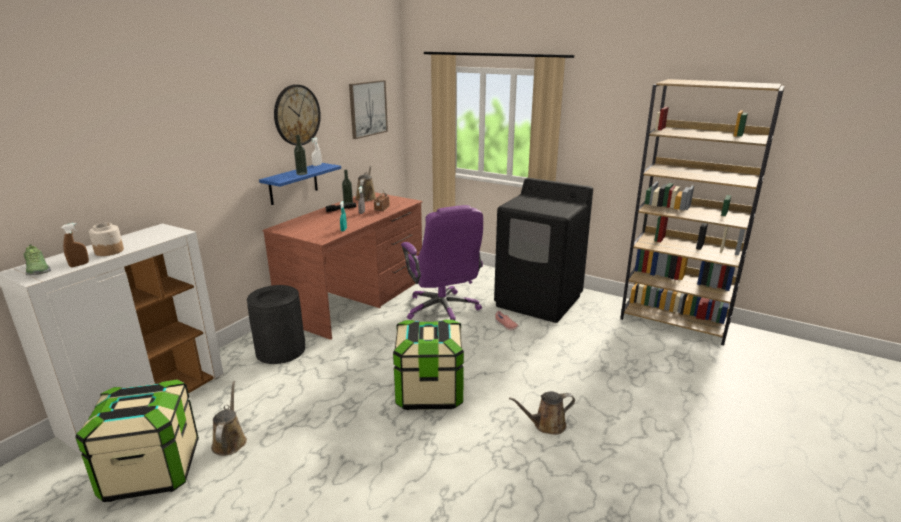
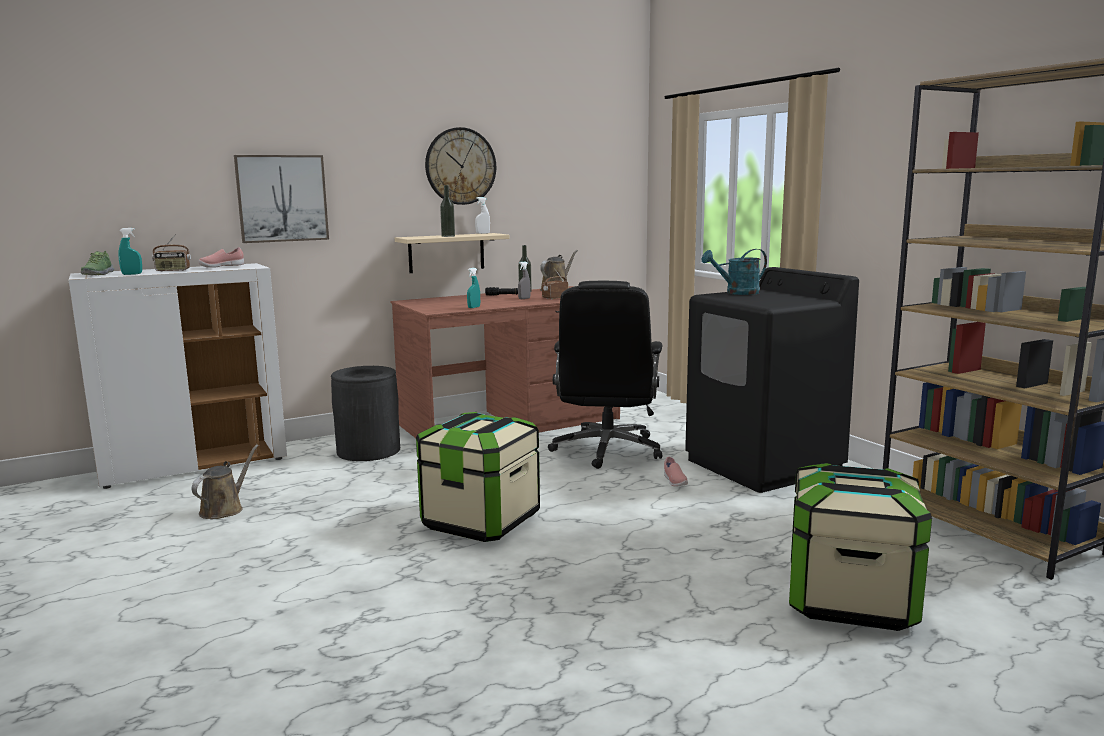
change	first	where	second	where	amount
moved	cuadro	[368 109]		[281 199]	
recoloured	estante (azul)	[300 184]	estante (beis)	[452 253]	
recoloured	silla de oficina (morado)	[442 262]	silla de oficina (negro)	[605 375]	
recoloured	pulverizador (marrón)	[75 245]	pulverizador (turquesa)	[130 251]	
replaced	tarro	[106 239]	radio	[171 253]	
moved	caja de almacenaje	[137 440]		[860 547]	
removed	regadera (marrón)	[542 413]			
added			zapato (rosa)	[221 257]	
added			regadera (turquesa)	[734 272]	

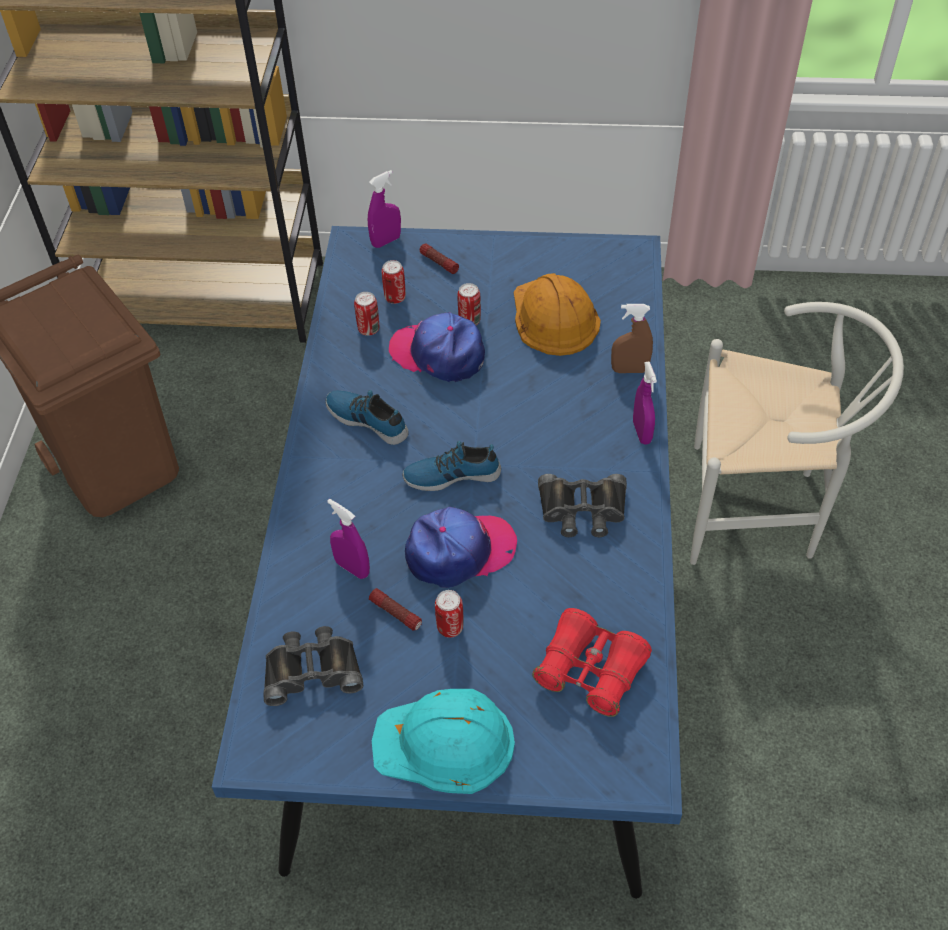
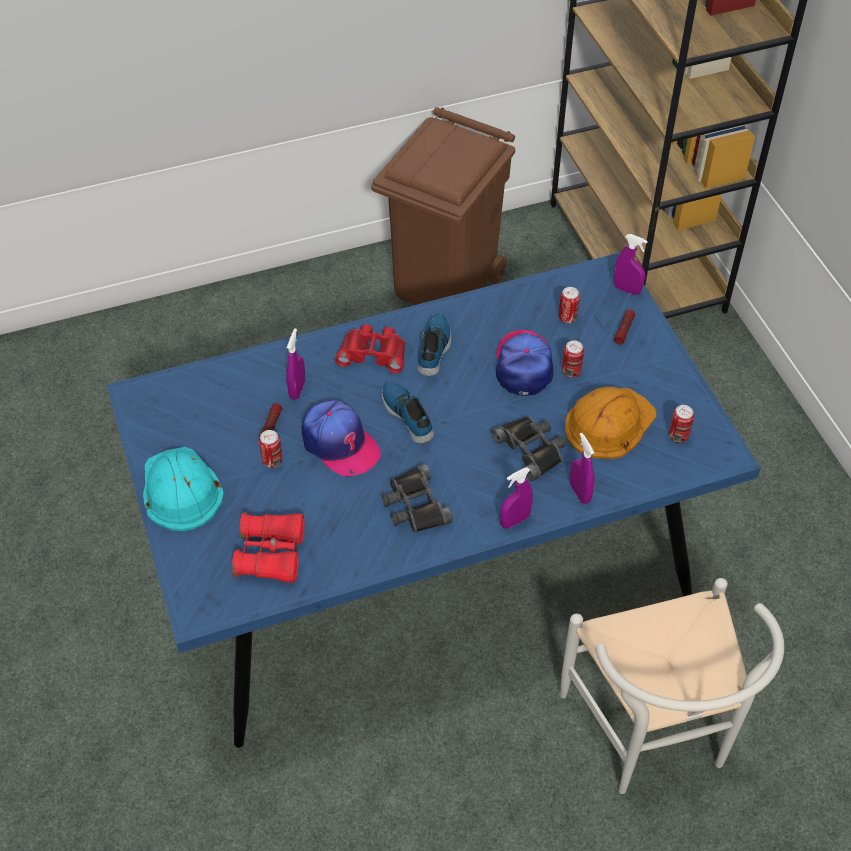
change	first	where	second	where	amount
moved	lata	[366 314]		[681 424]	
recoloured	pulverizador (marrón)	[632 338]	pulverizador (morado)	[582 468]	
moved	prismáticos (negro)	[313 666]		[528 448]	
added			prismáticos (rojo)	[370 349]	

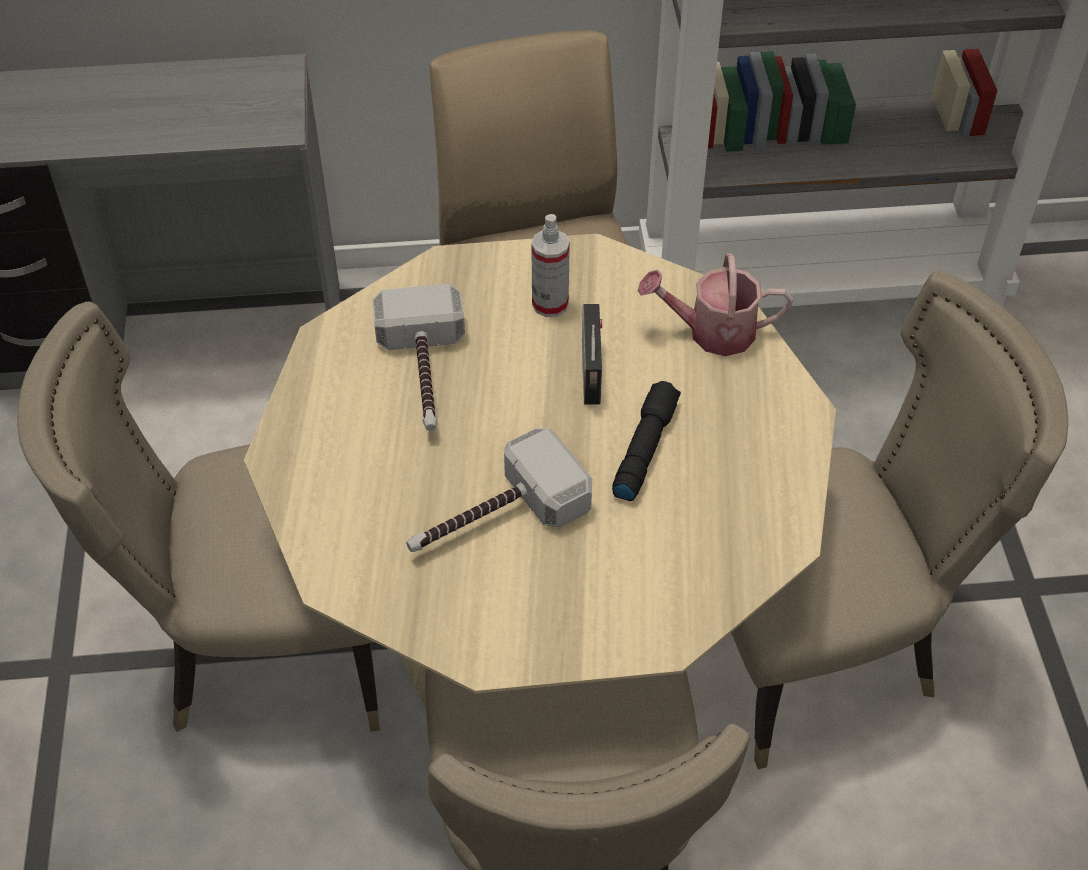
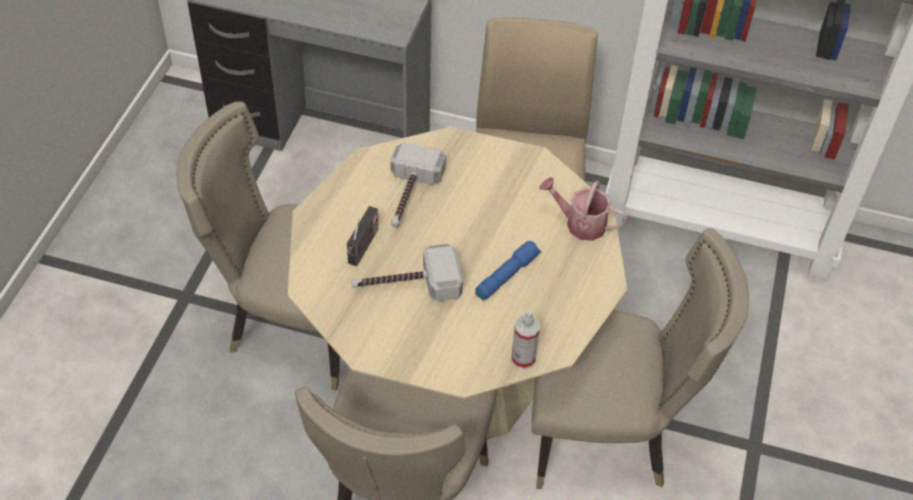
change	first	where	second	where	amount
moved	pulverizador	[550 265]		[525 339]	
moved	radio	[592 354]		[363 236]	
recoloured	linterna (negro)	[646 441]	linterna (azul)	[508 271]	

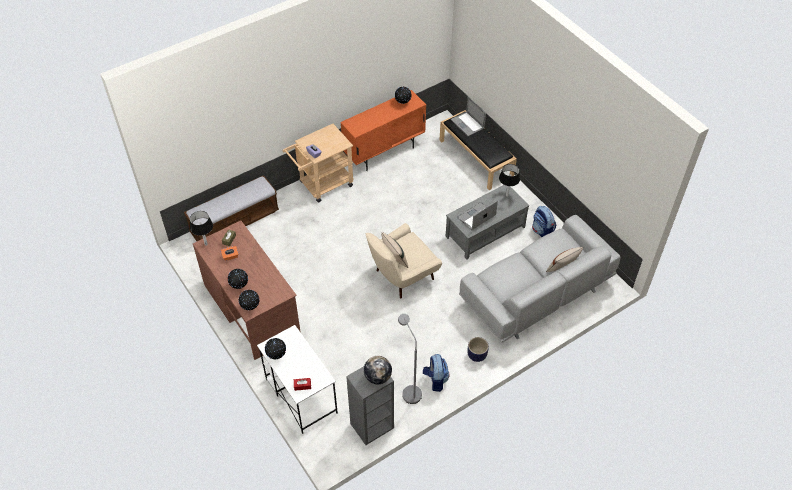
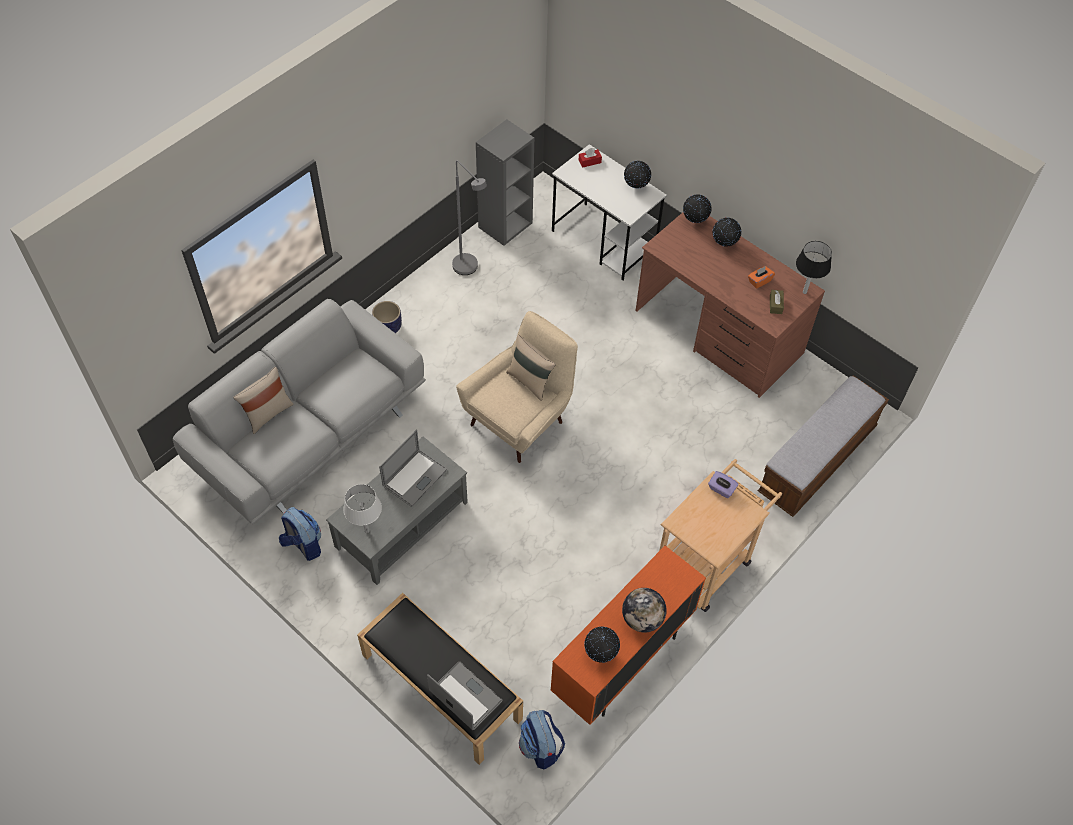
change	first	where	second	where	amount
recoloured	lámpara de mesa (negro)	[509 180]	lámpara de mesa (blanco)	[362 508]	
moved	mochila	[436 373]		[542 739]	
moved	globo terráqueo	[378 370]		[644 610]	

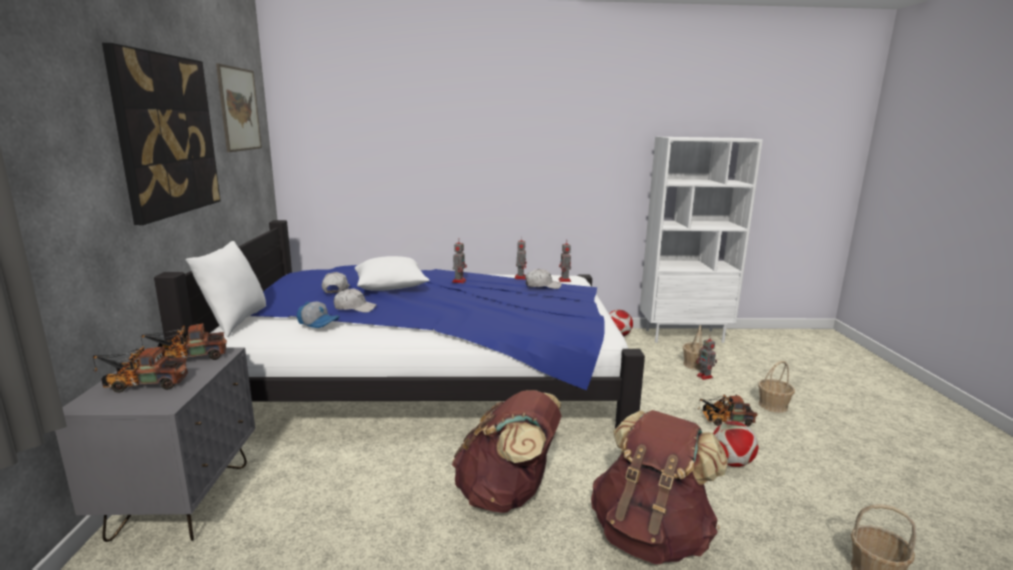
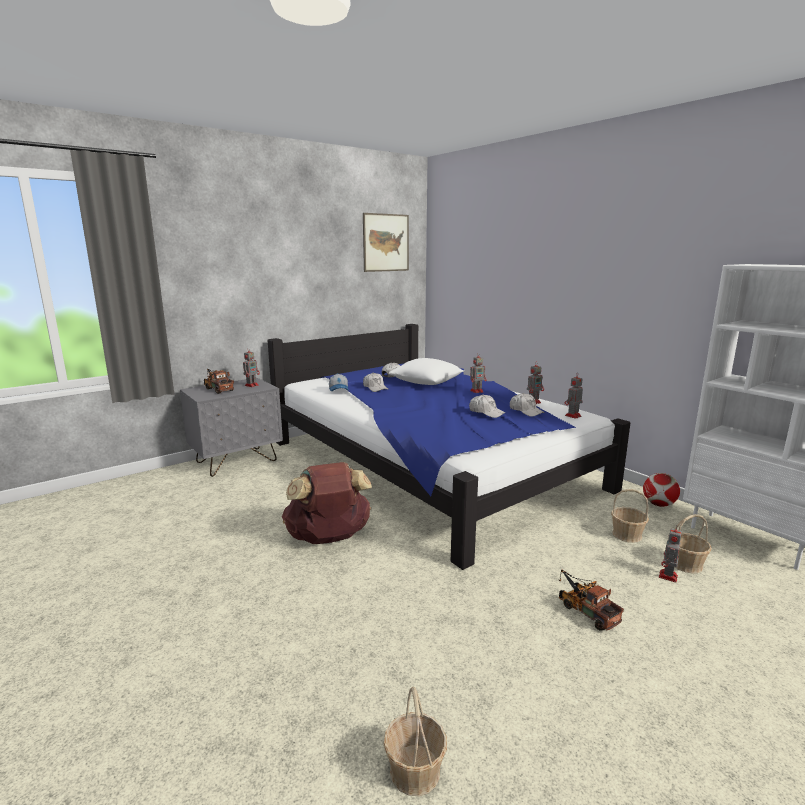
change	first	where	second	where	amount
removed	cuadro	[161 134]			
removed	cojín (blanco)	[226 289]			
replaced	camión de juguete	[184 341]	robot de juguete	[251 368]	
moved	cesta	[776 387]		[630 516]	
removed	mochila (marrón)	[659 487]			
removed	balón de fútbol	[735 444]			
added			gorra (blanco)	[487 406]	

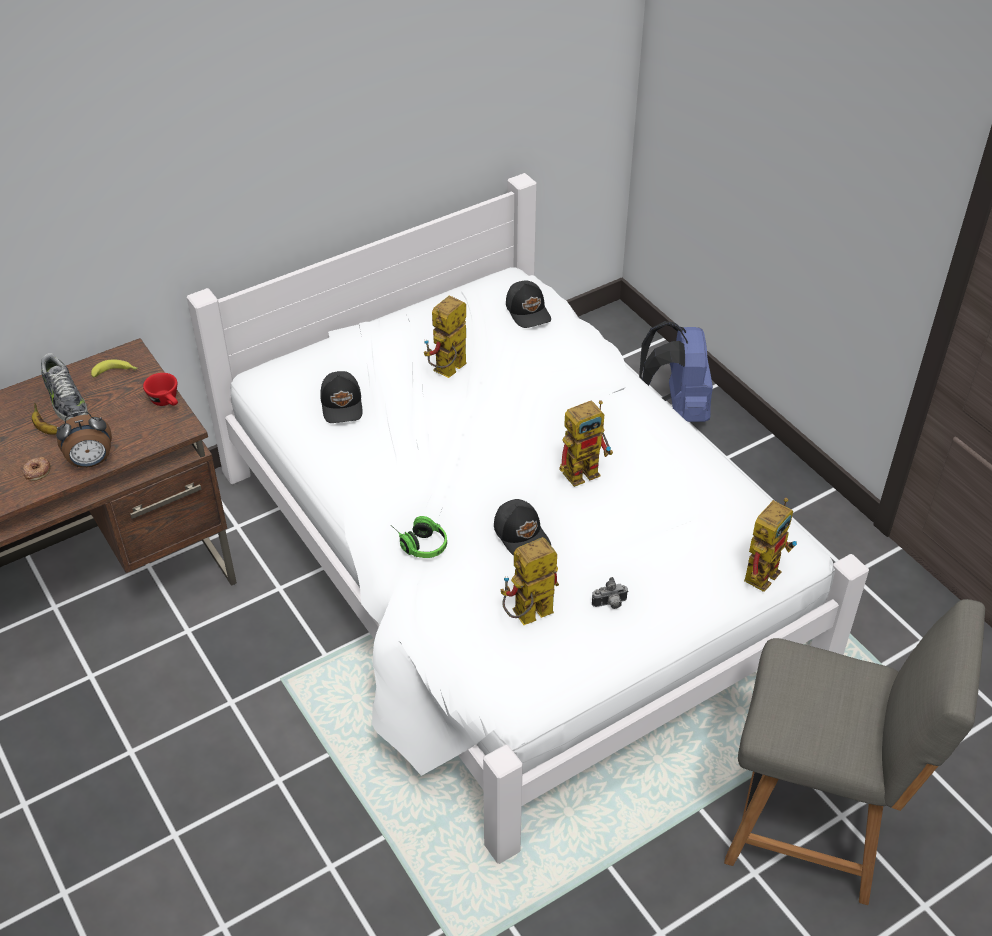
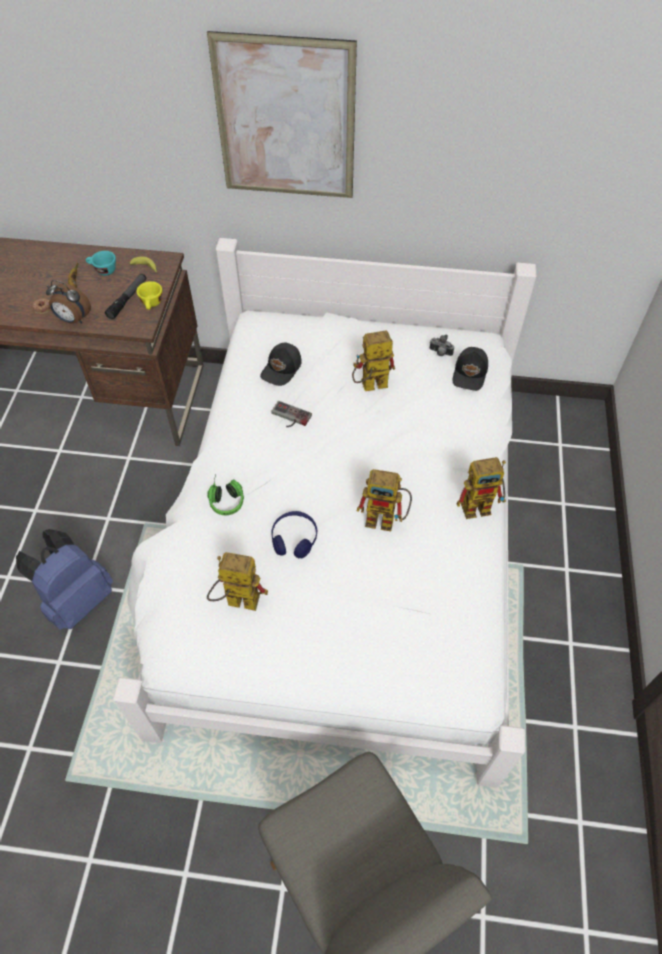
change	first	where	second	where	amount
moved	mochila (azul)	[676 371]		[64 579]	
replaced	zapato	[64 387]	taza (turquesa)	[101 263]	
recoloured	taza (rojo)	[160 389]	taza (amarillo)	[149 295]	
moved	robot de juguete	[770 545]		[481 488]	
replaced	gorra (negro)	[522 527]	auriculares (azul)	[294 534]	
moved	cámara	[610 593]		[442 345]	
added			cuadro	[282 114]	
added			linterna	[125 296]	
added			mando de consola	[291 414]	

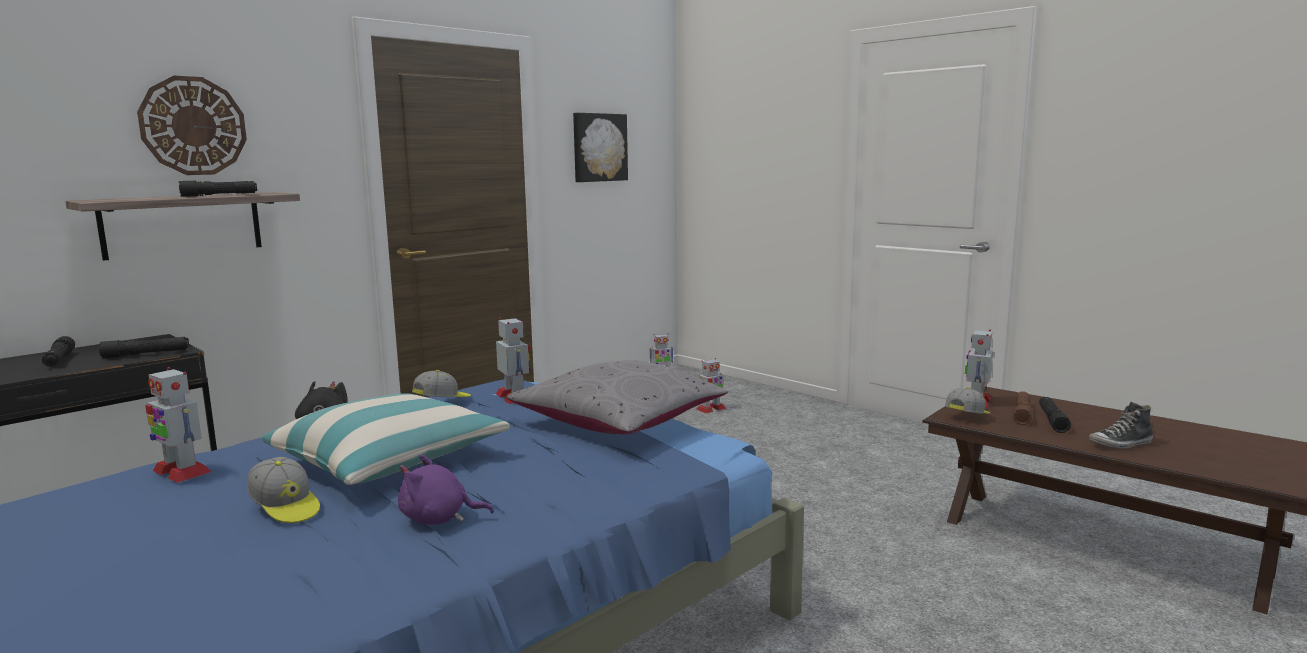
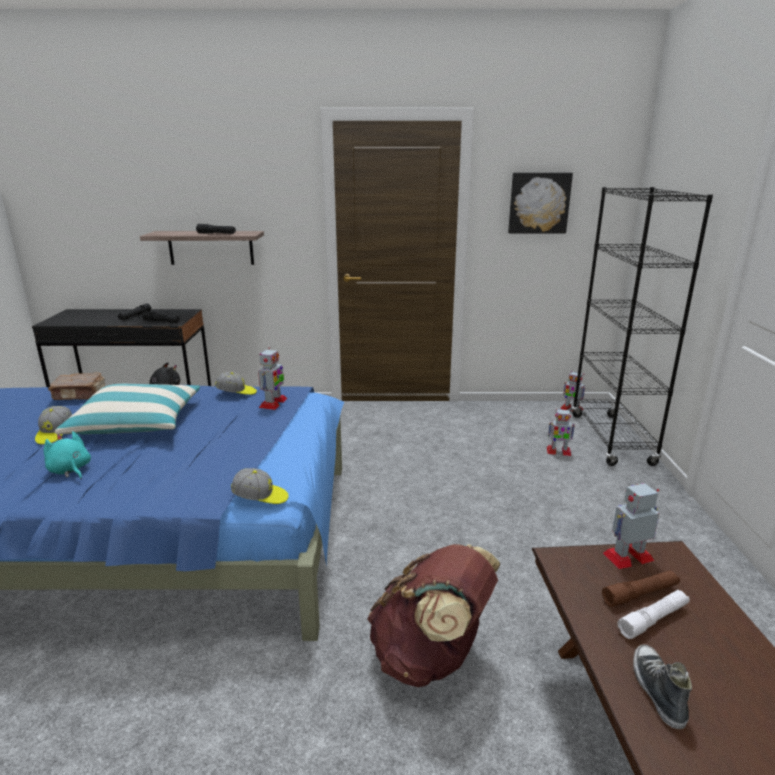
change	first	where	second	where	amount
removed	reloj de pared	[192 125]			
removed	cojín (gris)	[617 397]			
replaced	robot de juguete	[178 425]	libro (marrón)	[76 386]	
moved	gorra	[968 400]		[260 486]	
recoloured	linterna (negro)	[1055 415]	linterna (blanco)	[653 614]	
turned	zapato	[1121 425]		[662 686]	60 degrees clockwise
recoloured	peluche (morado)	[446 490]	peluche (turquesa)	[67 455]	
added			estantería (negro)	[642 326]	
added			mochila (marrón)	[433 615]	

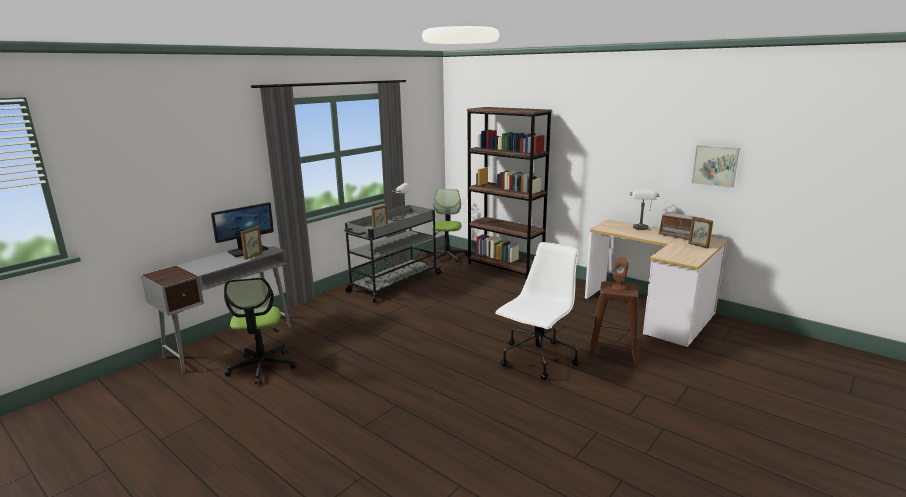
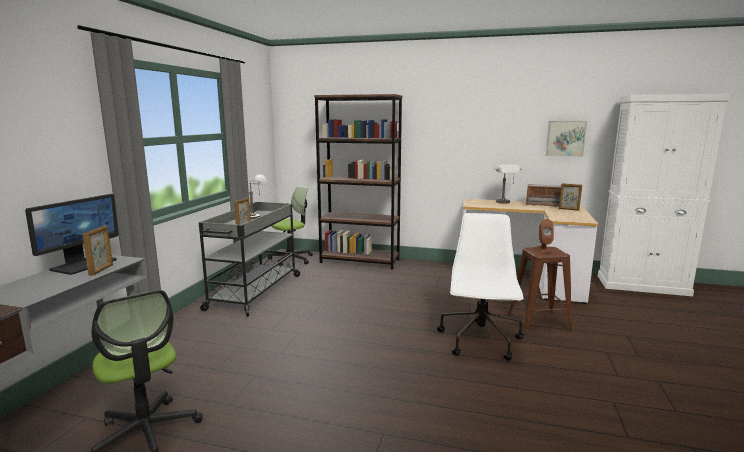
change	first	where	second	where	amount
turned	silla de oficina	[447 226]		[290 226]	75 degrees clockwise
added			armario (blanco)	[664 195]	

